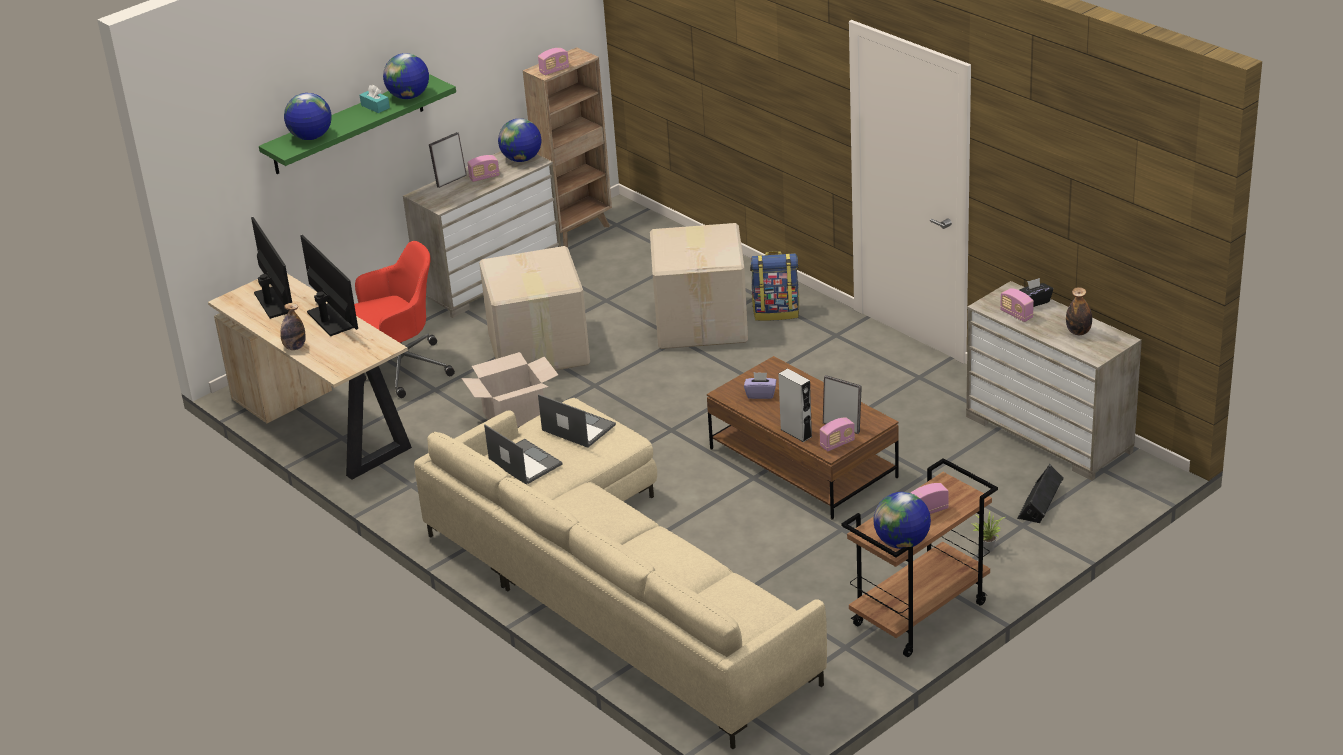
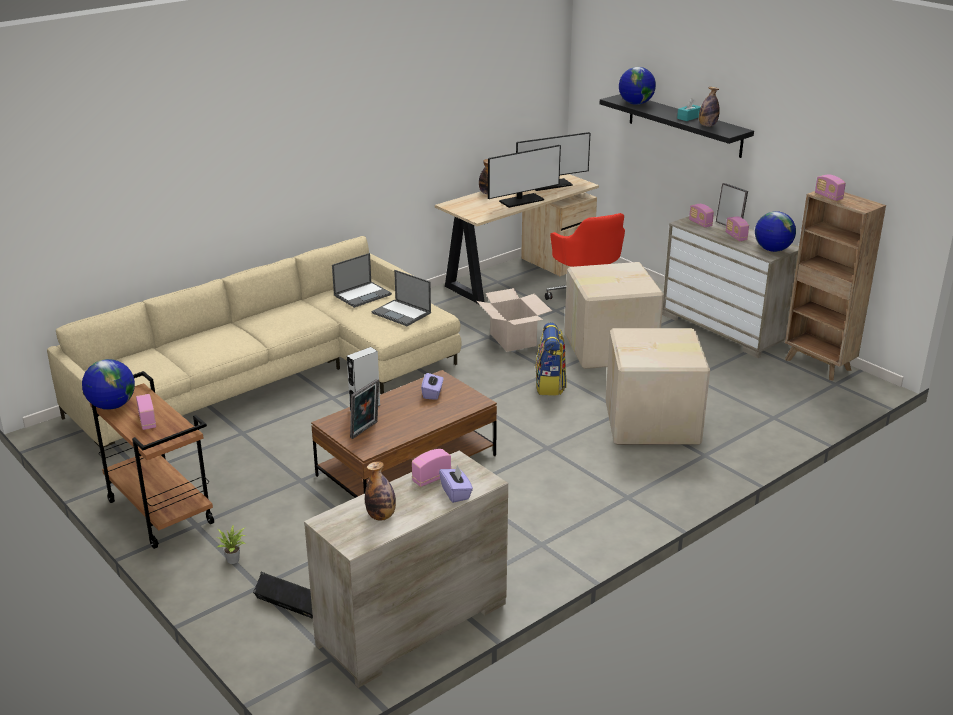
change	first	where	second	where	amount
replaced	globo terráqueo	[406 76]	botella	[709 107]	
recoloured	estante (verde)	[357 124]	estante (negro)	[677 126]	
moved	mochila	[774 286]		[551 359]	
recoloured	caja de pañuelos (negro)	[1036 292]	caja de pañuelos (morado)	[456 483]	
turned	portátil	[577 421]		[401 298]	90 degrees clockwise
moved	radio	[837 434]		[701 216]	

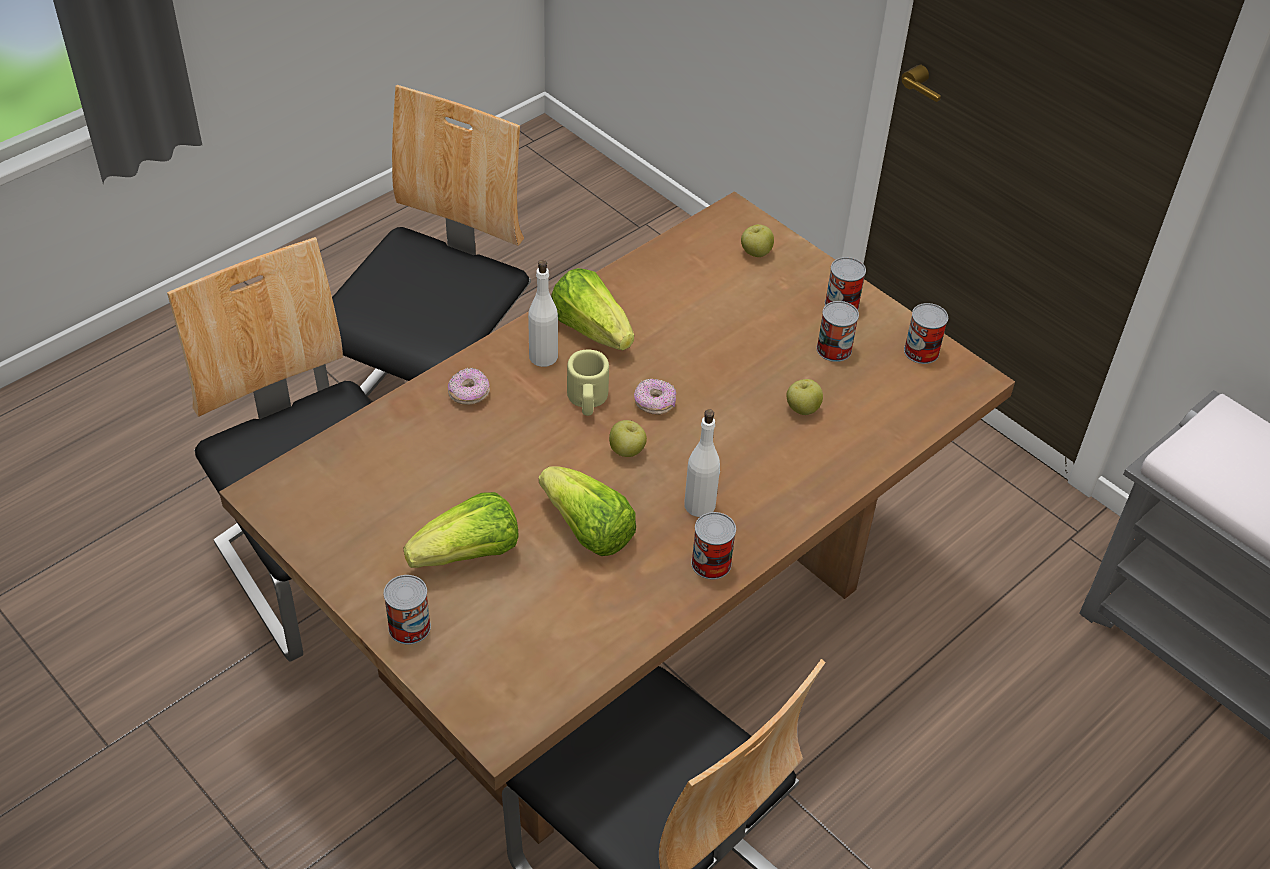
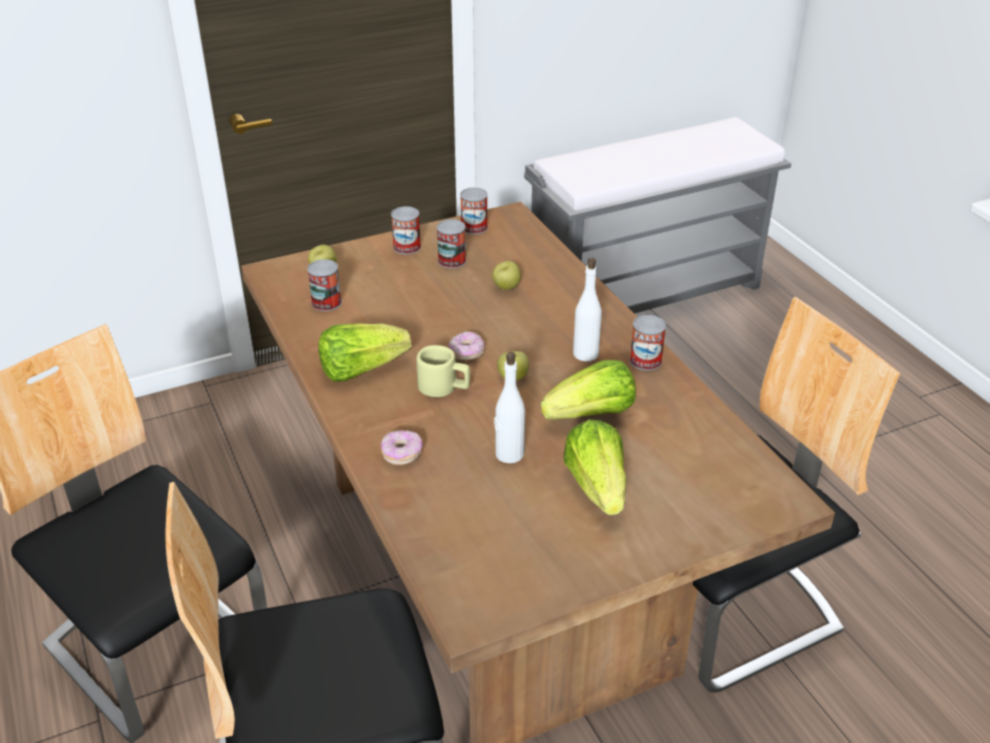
change	first	where	second	where	amount
moved	botella (blanco)	[543 313]		[509 407]	
moved	lata	[407 610]		[324 285]	

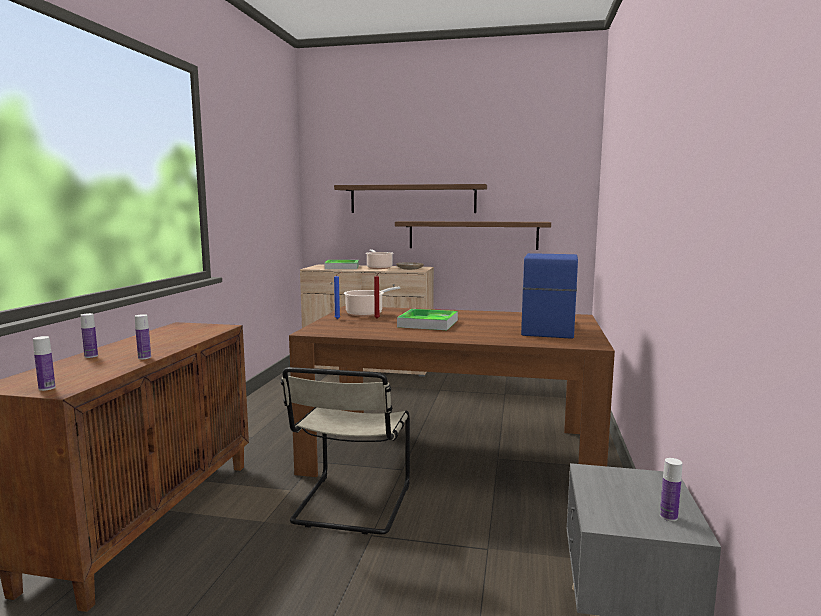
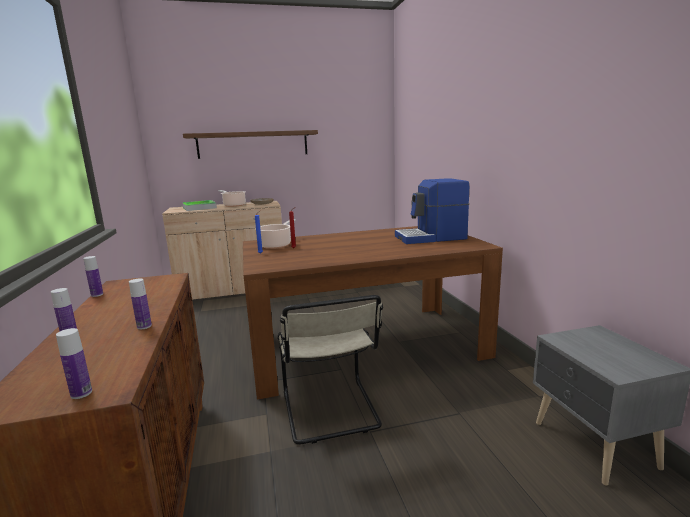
change	first	where	second	where	amount
removed	estante	[473 235]			
turned	cafetera	[549 296]		[432 211]	90 degrees counterclockwise
removed	bandeja	[427 319]			
moved	botella	[671 489]		[93 276]	

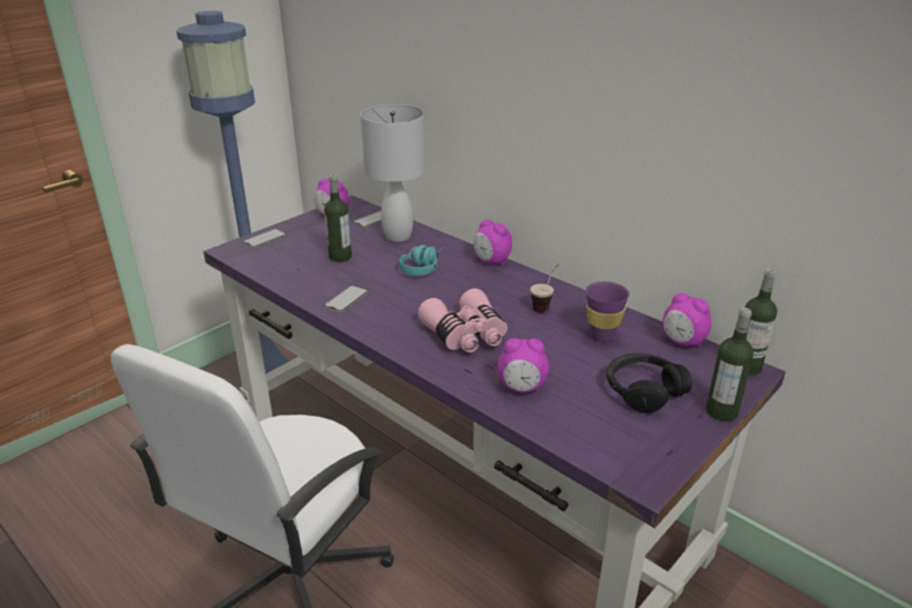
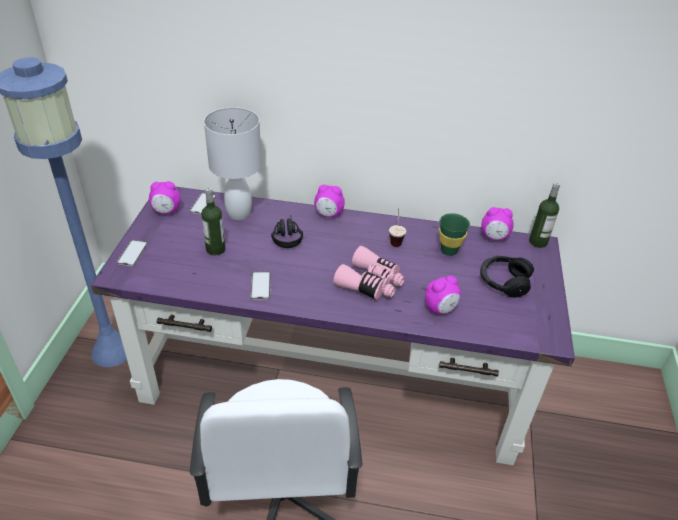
change	first	where	second	where	amount
recoloured	auriculares (turquesa)	[421 260]	auriculares (negro)	[287 231]	
recoloured	taza (morado)	[608 311]	taza (verde)	[454 234]	
removed	botella	[730 364]			

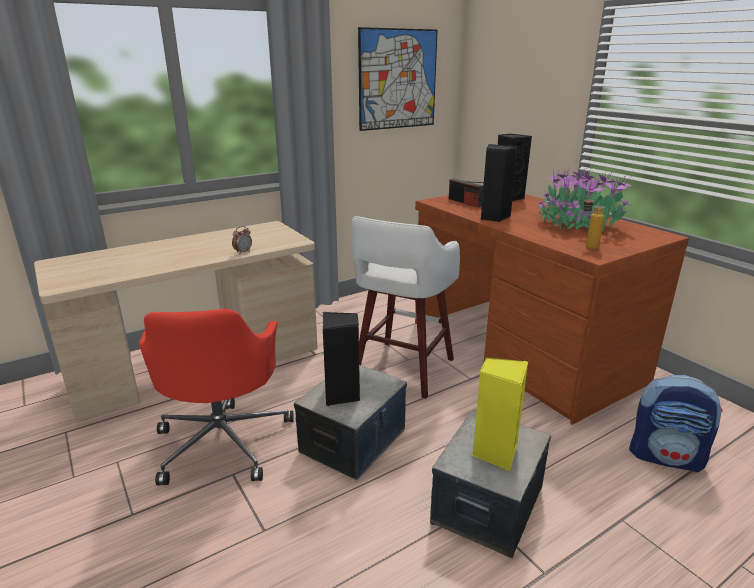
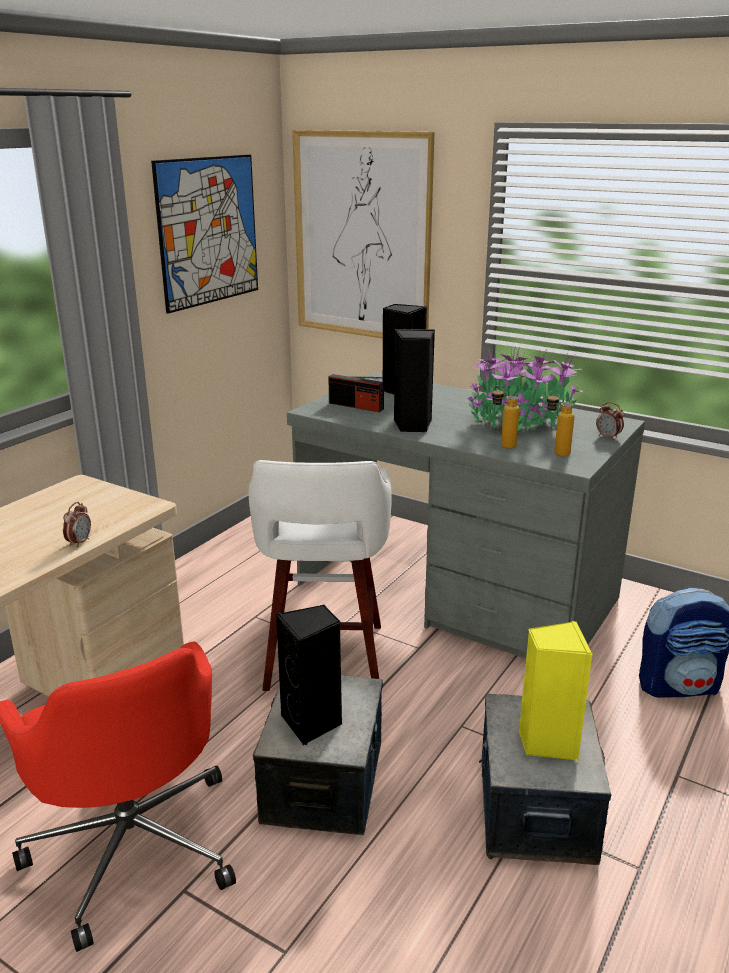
change	first	where	second	where	amount
recoloured	escritorio (marrón)	[552 309]	escritorio (gris)	[466 515]	
added			cuadro	[363 234]	
added			botella	[505 417]	
added			despertador	[610 421]	

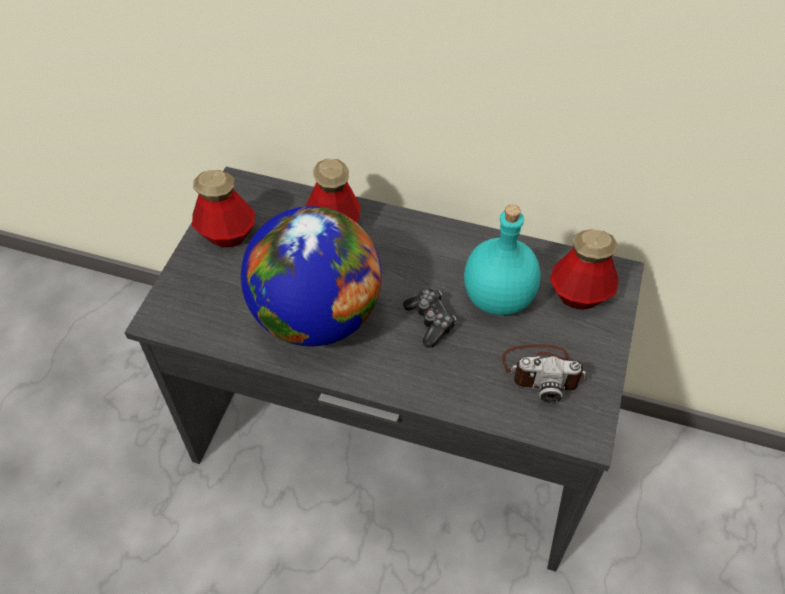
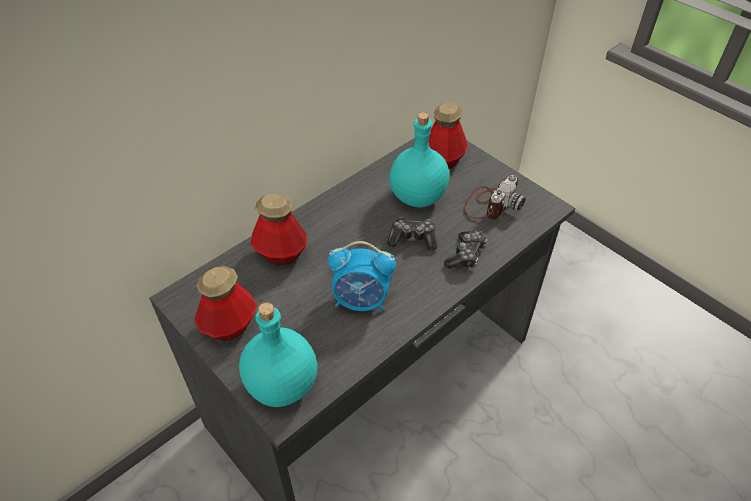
change	first	where	second	where	amount
replaced	globo terráqueo	[311 276]	despertador	[362 276]	
added			mando de consola	[465 249]	
added			botella (turquesa)	[278 354]	

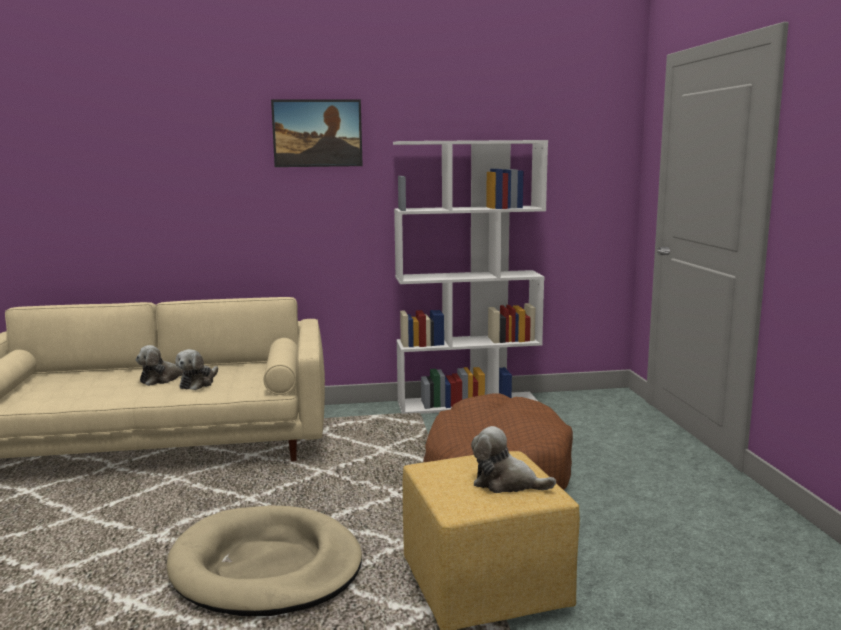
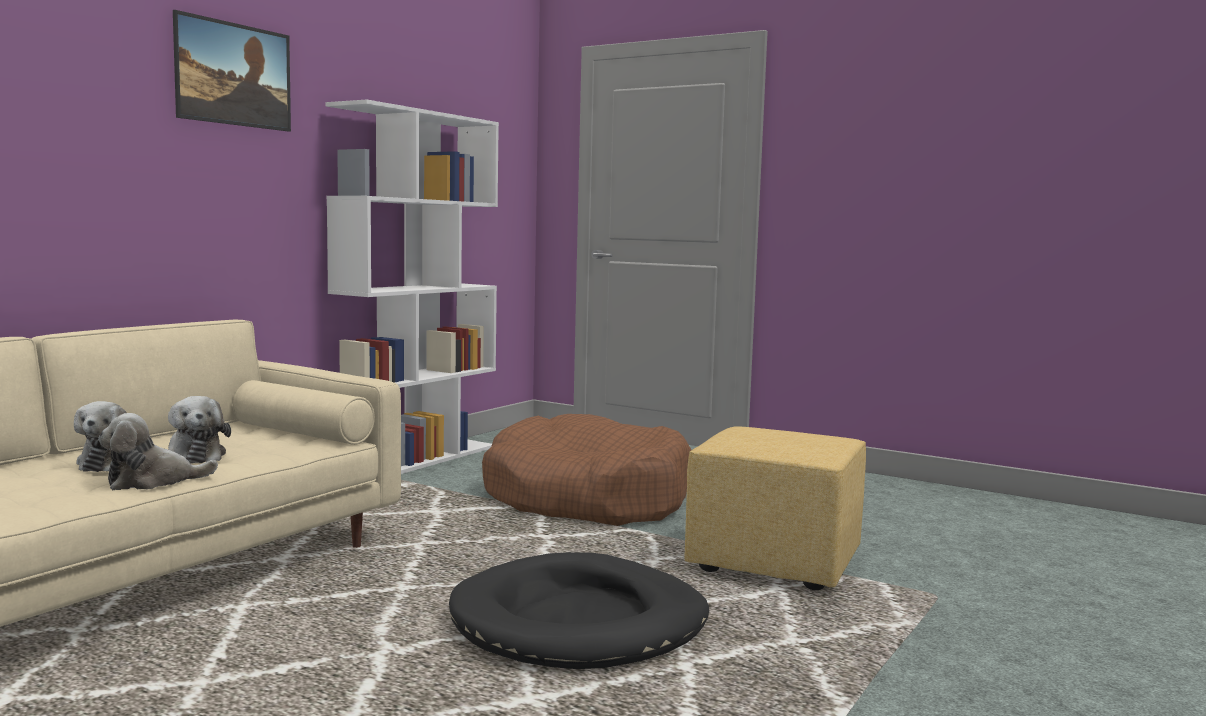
change	first	where	second	where	amount
moved	peluche	[513 459]		[158 451]	
recoloured	cama para perro (beis)	[264 560]	cama para perro (negro)	[579 610]	

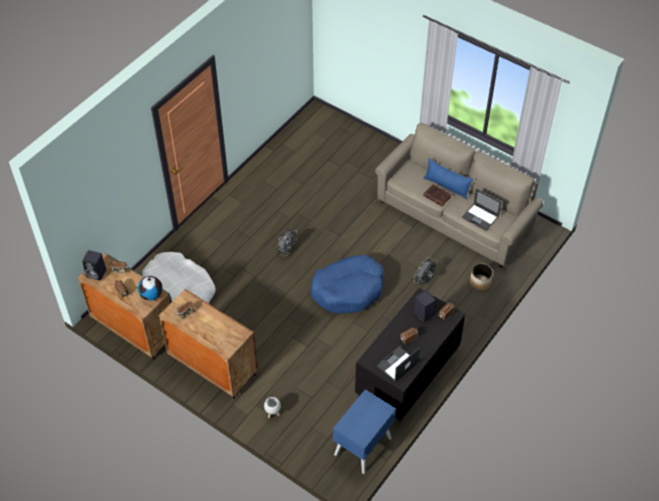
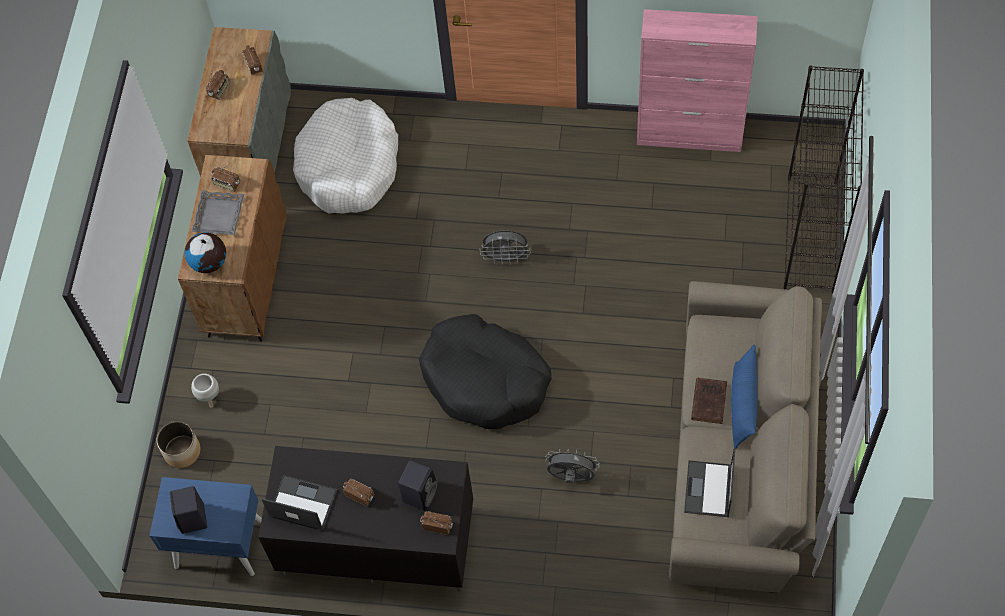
change	first	where	second	where	amount
moved	altavoz (negro)	[94 265]		[188 510]	
recoloured	cama para perro (azul)	[347 284]	cama para perro (negro)	[485 371]	
moved	maceta	[481 277]		[179 444]	
moved	globo terráqueo	[150 288]		[205 252]	
added			armario (rosa)	[697 80]	
added			estantería (negro)	[824 179]	
added			bandeja (gris)	[217 212]	

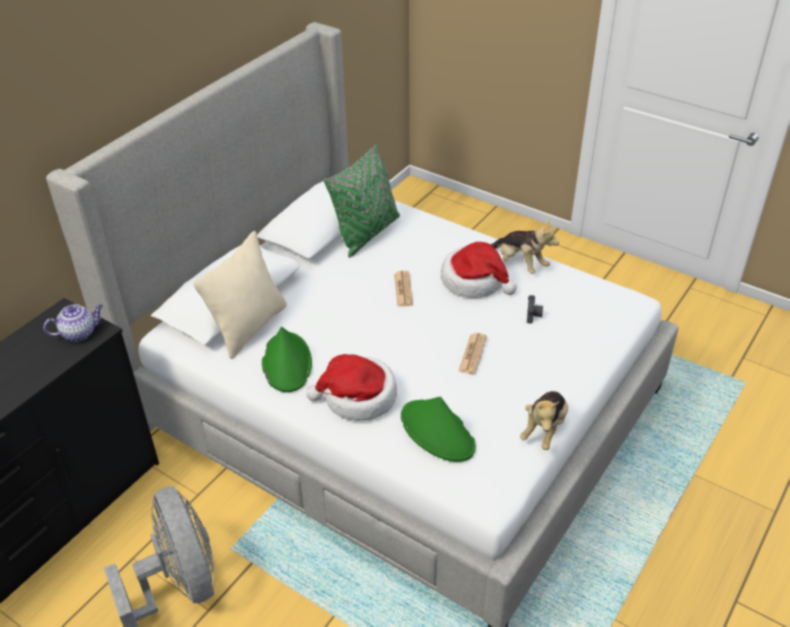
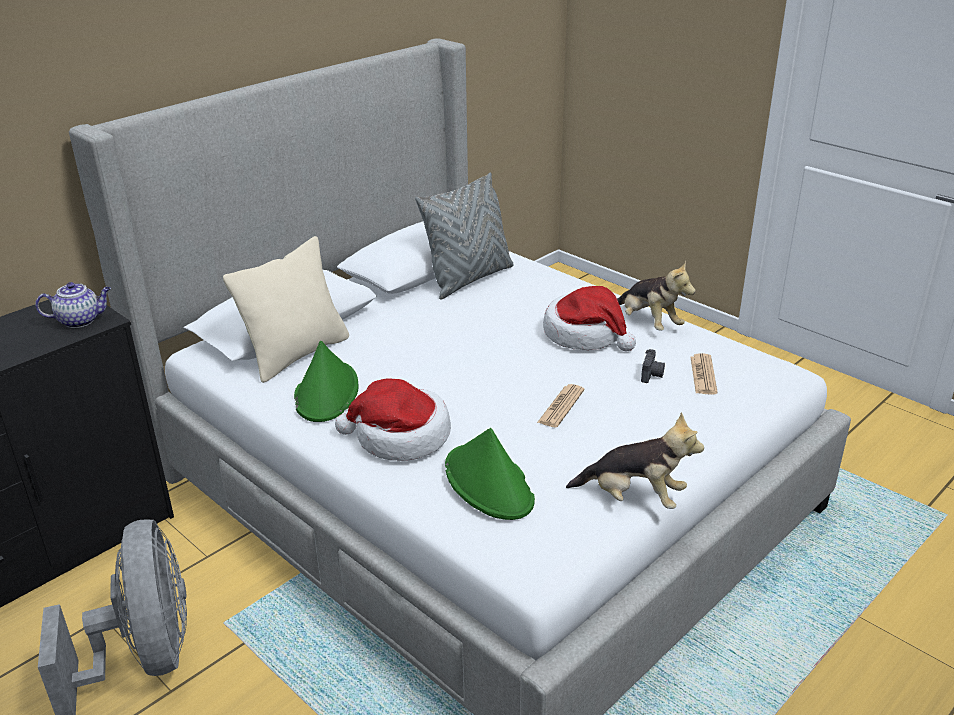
change	first	where	second	where	amount
recoloured	cojín (verde)	[361 201]	cojín (gris)	[464 236]	
moved	periódico	[403 288]		[704 374]	
turned	peluche	[544 420]		[635 460]	105 degrees counterclockwise

